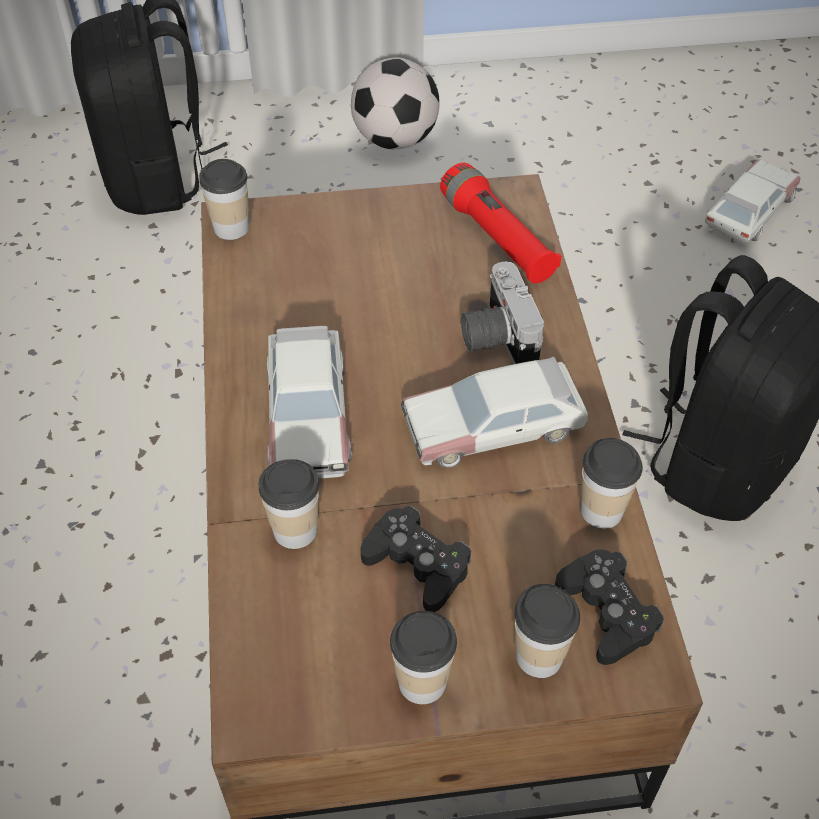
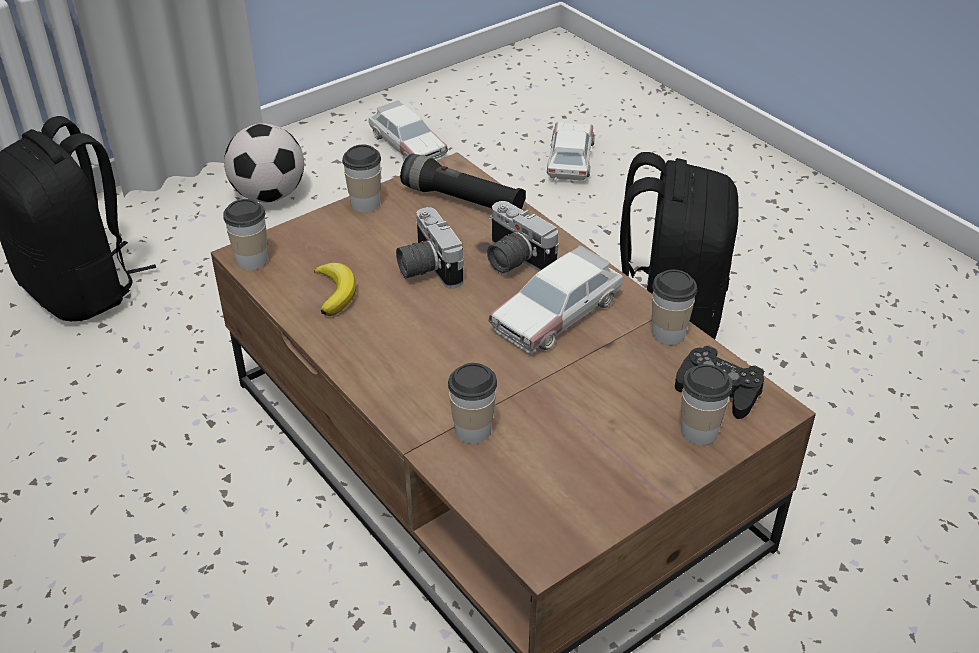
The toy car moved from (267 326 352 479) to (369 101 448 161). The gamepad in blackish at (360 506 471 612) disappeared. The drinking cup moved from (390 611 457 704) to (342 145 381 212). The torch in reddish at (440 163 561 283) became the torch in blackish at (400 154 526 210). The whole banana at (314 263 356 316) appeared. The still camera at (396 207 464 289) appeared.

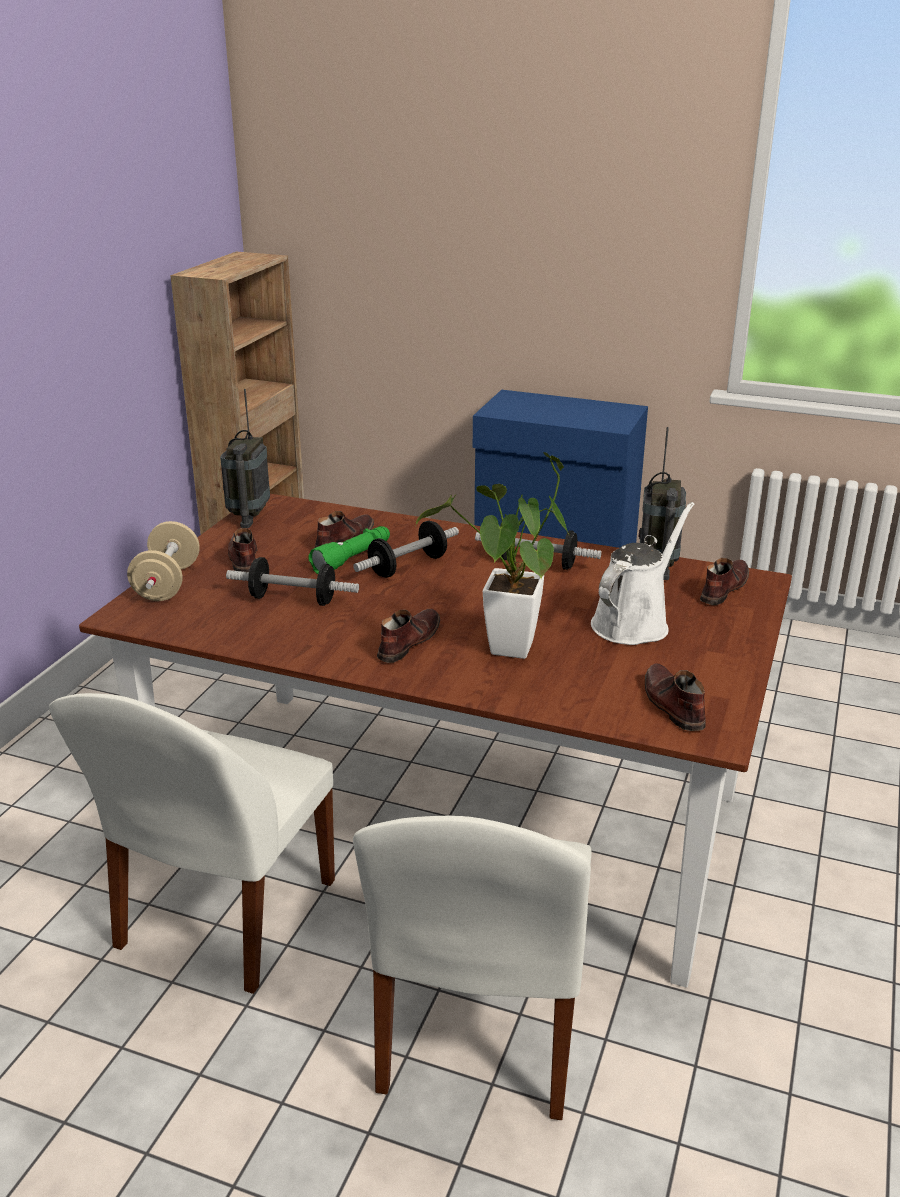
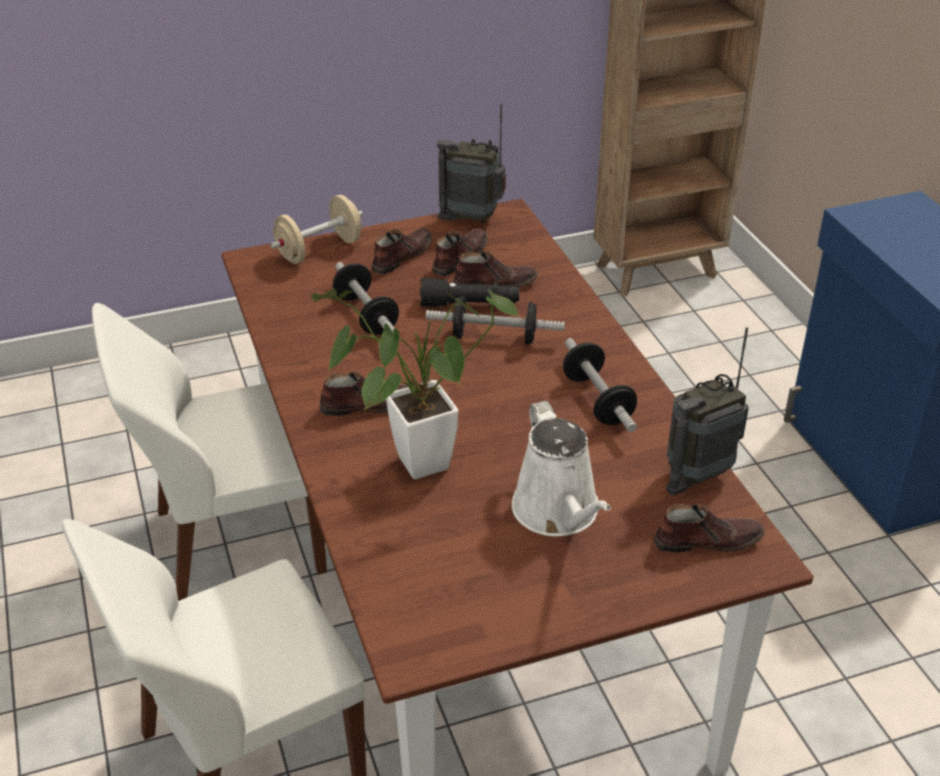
The radio receiver at (220 389 270 528) turned 45 degrees clockwise. The torch in green-coloured at (308 526 390 574) became the torch in blackish at (420 278 519 307). The watering can in white at (591 502 694 645) turned 75 degrees clockwise. The low shoe in brown-coloured moved from (645 664 706 731) to (432 228 488 276).

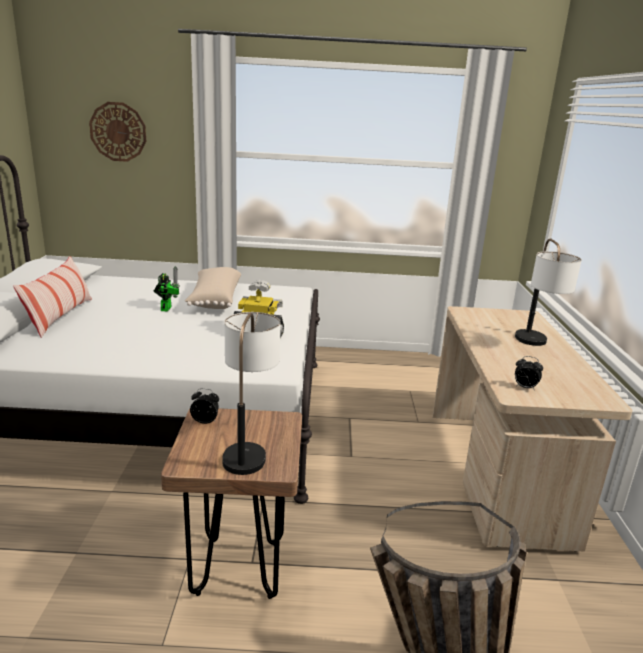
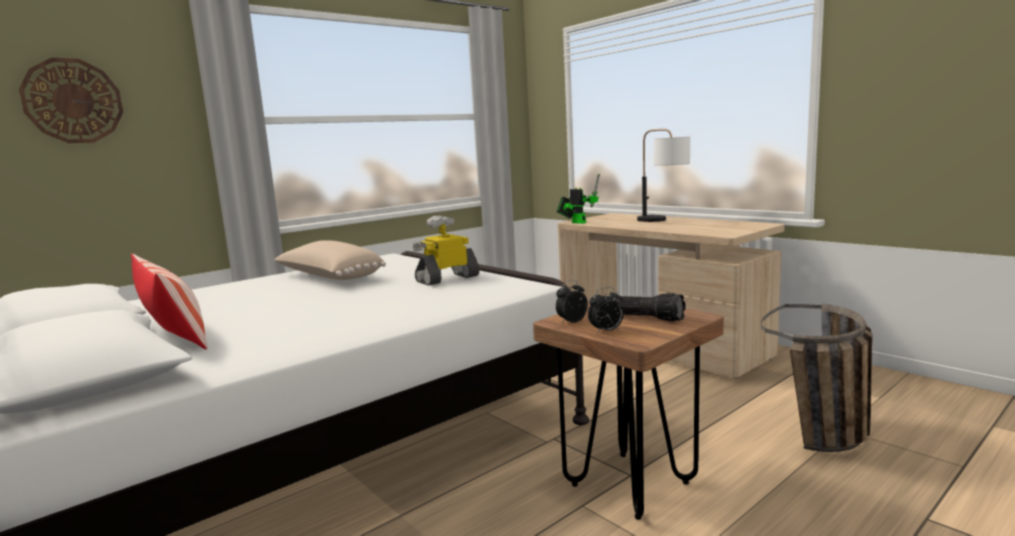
The robot figure moved from (154 266 180 312) to (557 174 600 224). The tabletop lamp at (222 312 281 475) was replaced by the torch at (608 293 686 322). The bedside clock moved from (515 356 543 389) to (588 287 623 333).

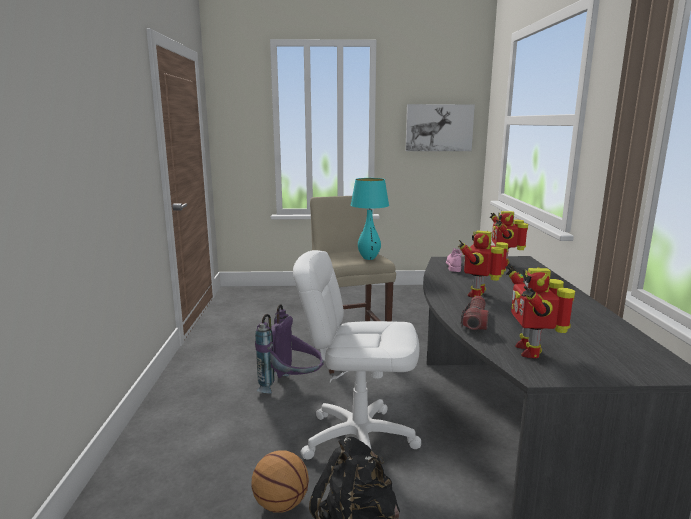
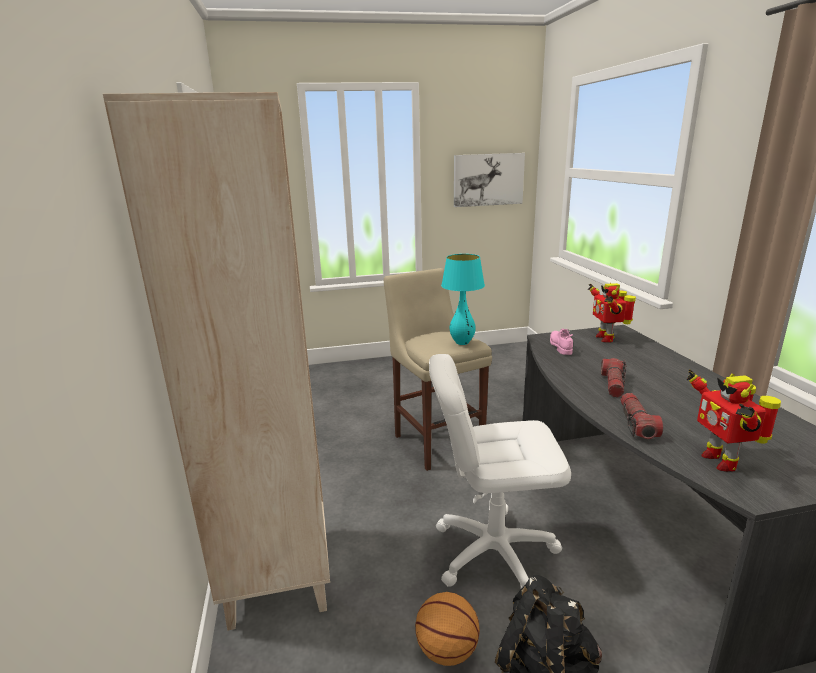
The knapsack in purple-coloured at (255 304 324 394) disappeared. The robot figure at (458 230 508 298) was replaced by the torch at (601 358 626 397). The shelving unit in sand-coloured at (103 92 330 631) appeared.

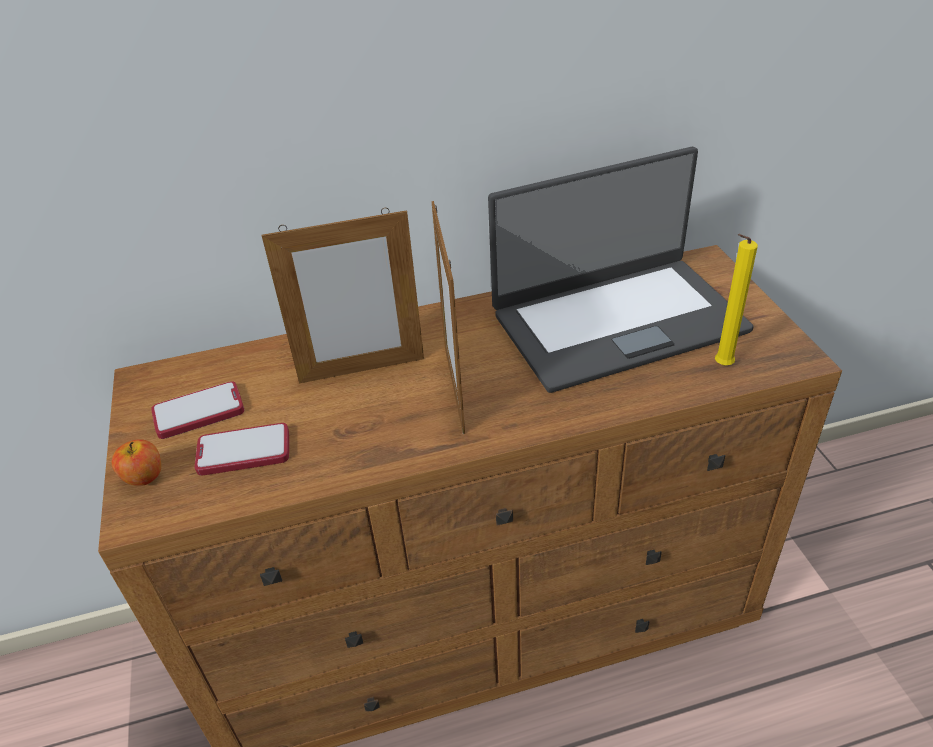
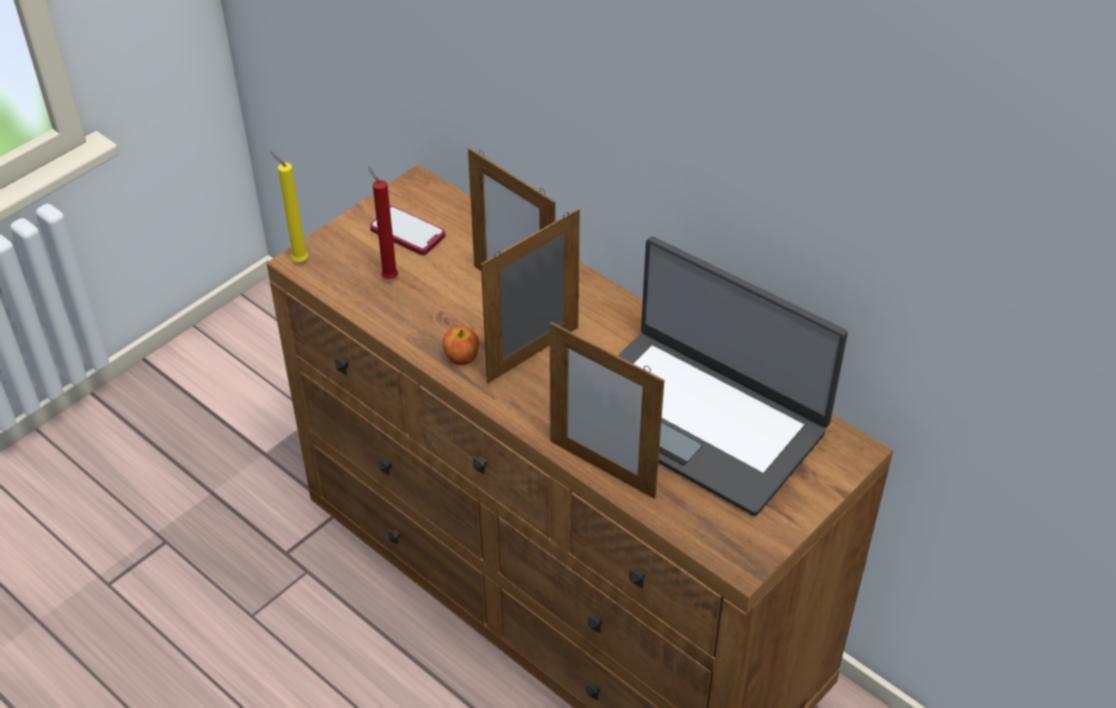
The apple moved from (112 439 161 486) to (443 326 479 365). The telephone at (195 423 289 476) was replaced by the wax candle in reddish at (368 166 398 279). The wax candle in yellow moved from (715 234 758 366) to (270 151 308 262). The standing frame at (550 322 664 499) appeared.

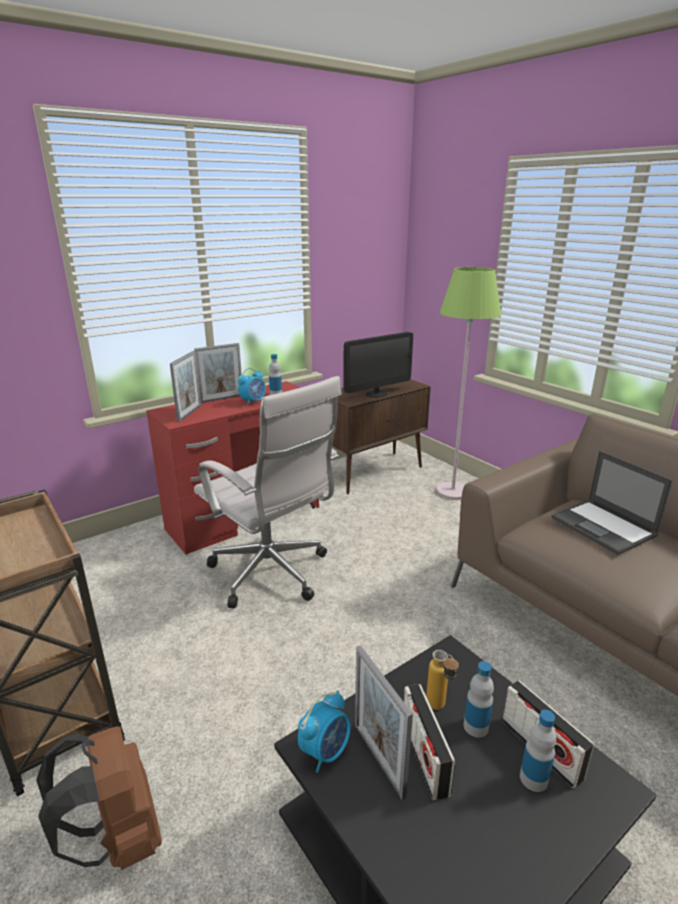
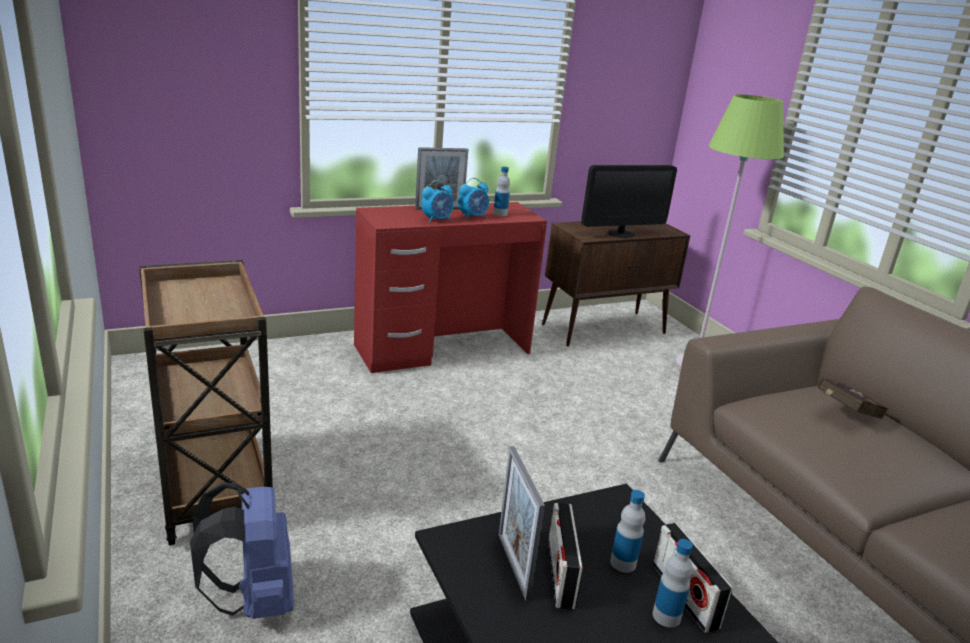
The knapsack in brown-coloured at (36 726 162 870) became the knapsack in blue-coloured at (190 483 294 619). The standing frame at (170 351 201 422) disappeared. The computer chair in white at (194 376 342 608) disappeared. The bedside clock moved from (298 690 351 773) to (421 180 453 223). The bottle at (426 650 459 710) disappeared. The portable computer at (551 451 673 555) was replaced by the bound book in reddish at (818 378 888 419).

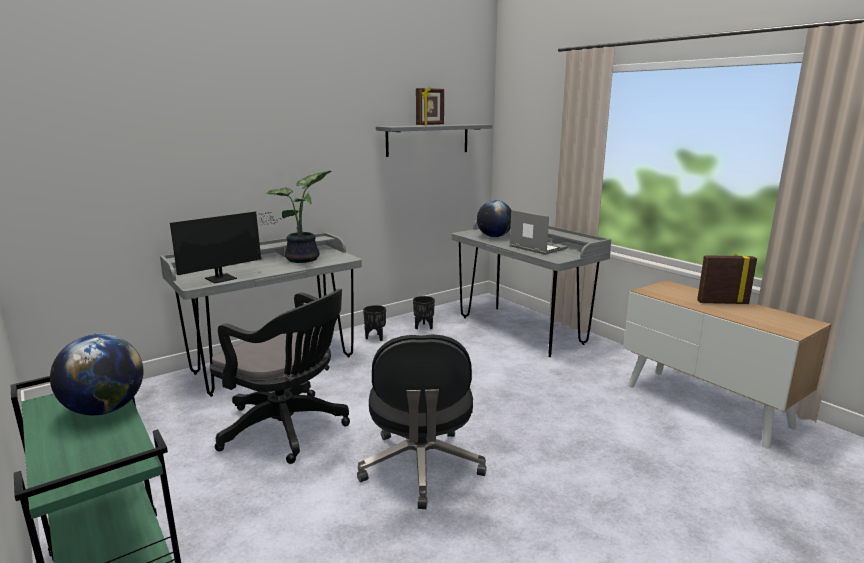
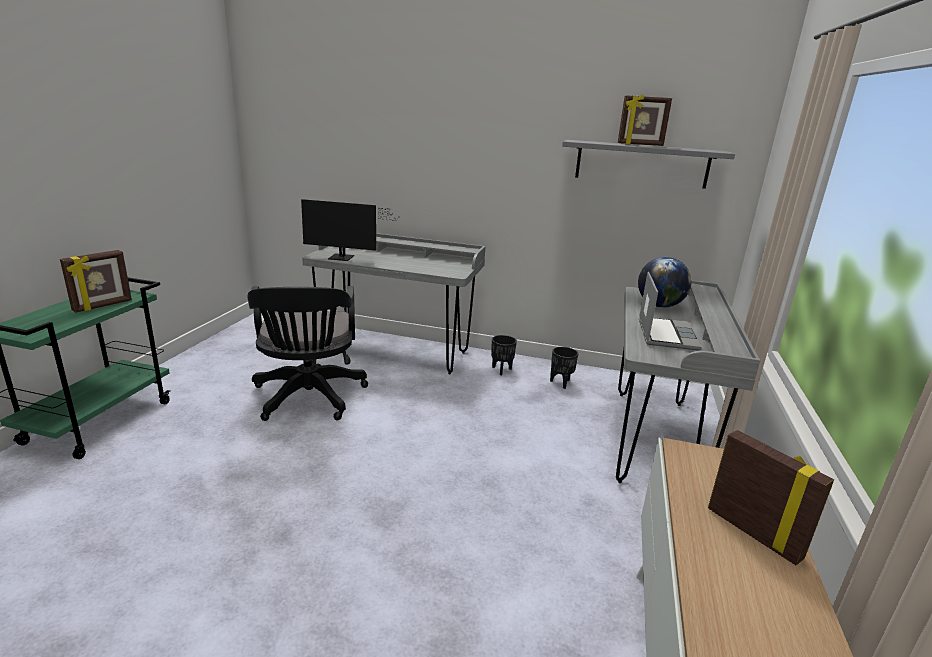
The globe at (50 334 143 415) was replaced by the standing frame at (60 250 132 313). The houseplant at (265 171 332 263) disappeared. The computer chair in blackish at (357 334 486 509) disappeared.

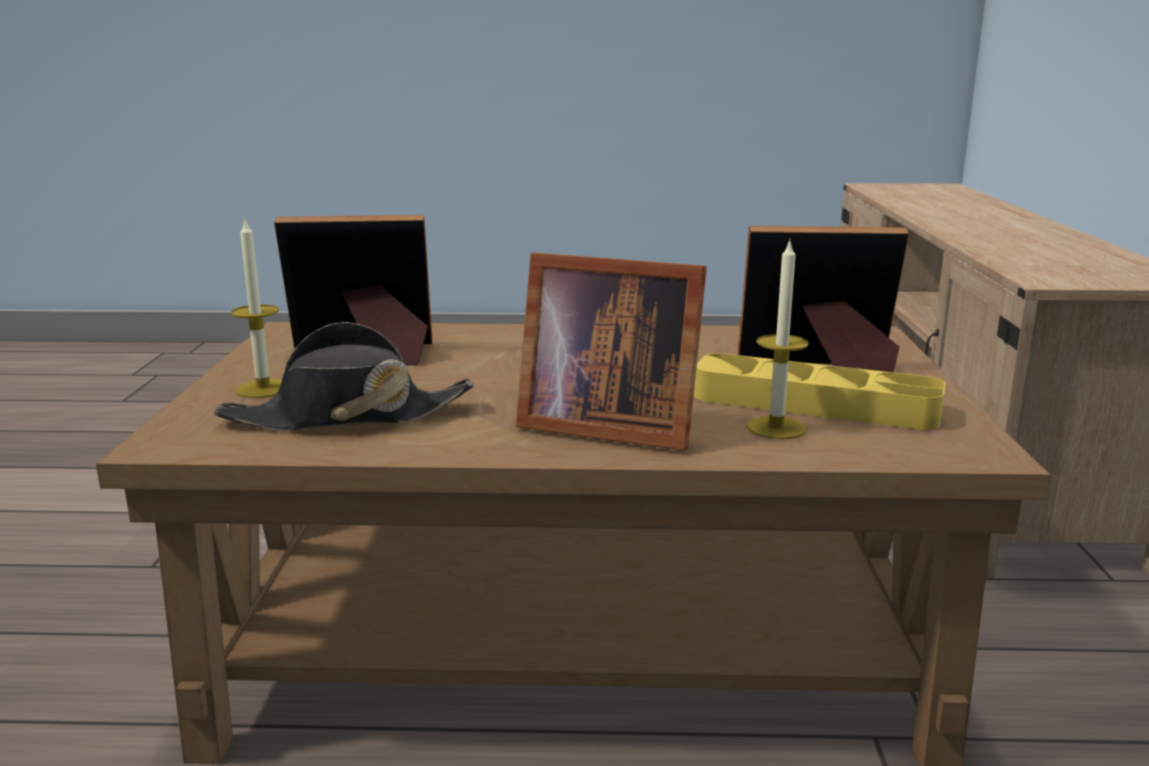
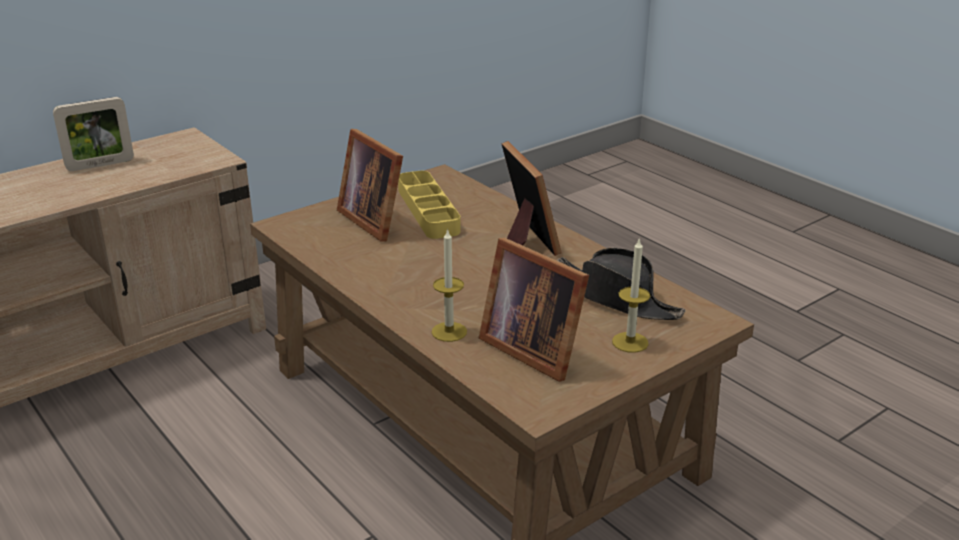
The wax candle moved from (746 238 809 439) to (432 228 467 342). The standing frame at (53 97 134 171) appeared.

